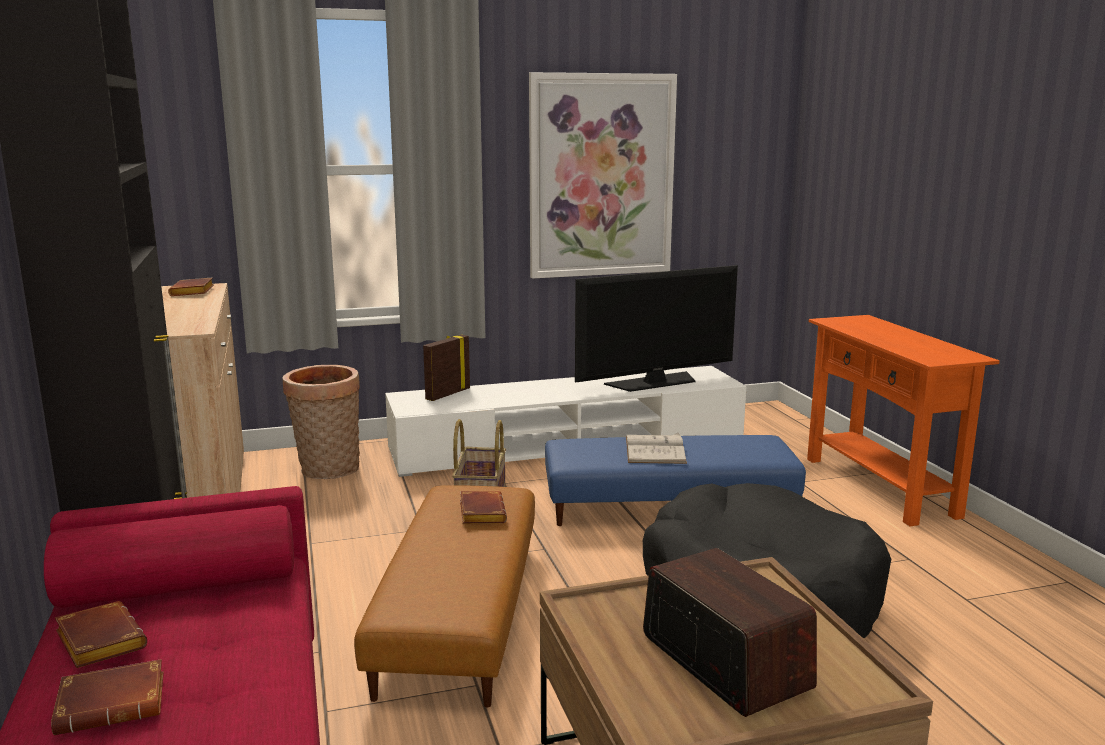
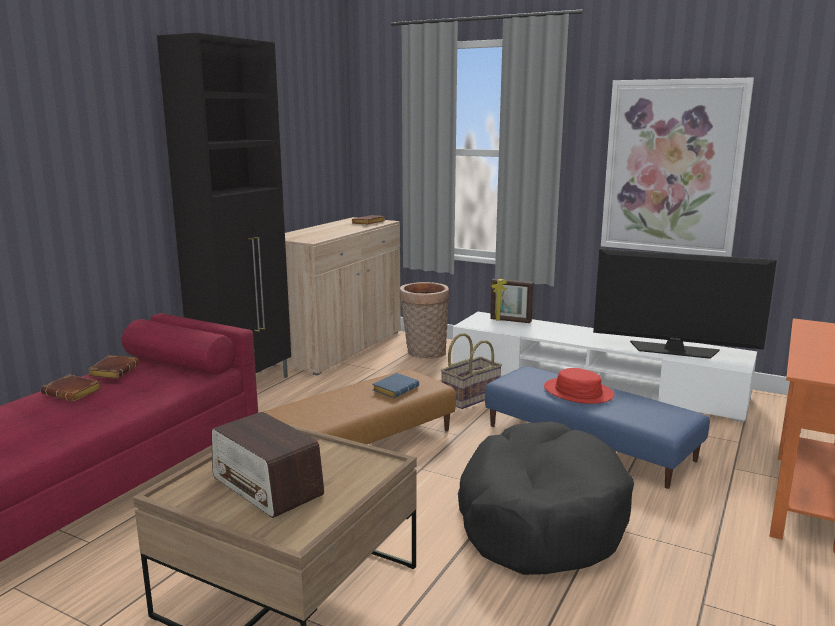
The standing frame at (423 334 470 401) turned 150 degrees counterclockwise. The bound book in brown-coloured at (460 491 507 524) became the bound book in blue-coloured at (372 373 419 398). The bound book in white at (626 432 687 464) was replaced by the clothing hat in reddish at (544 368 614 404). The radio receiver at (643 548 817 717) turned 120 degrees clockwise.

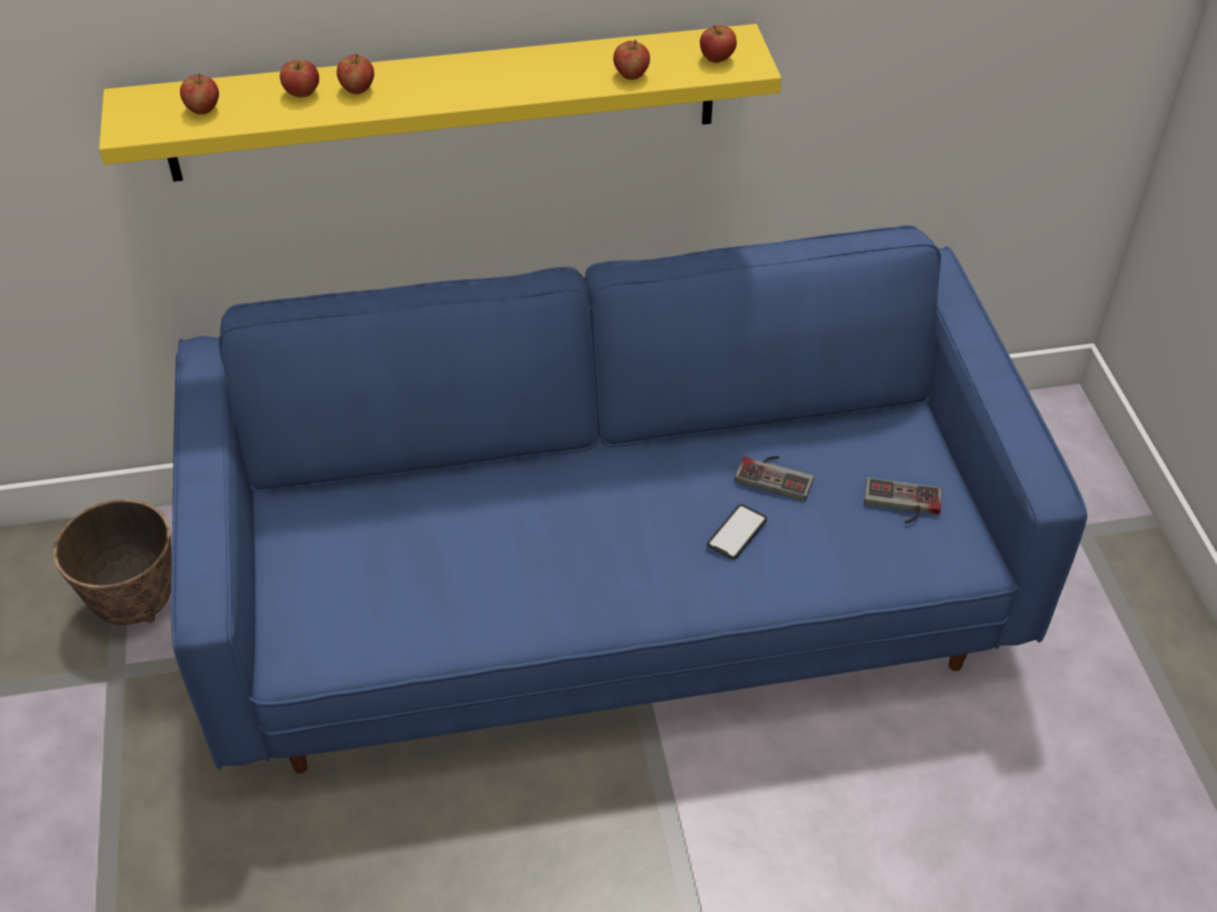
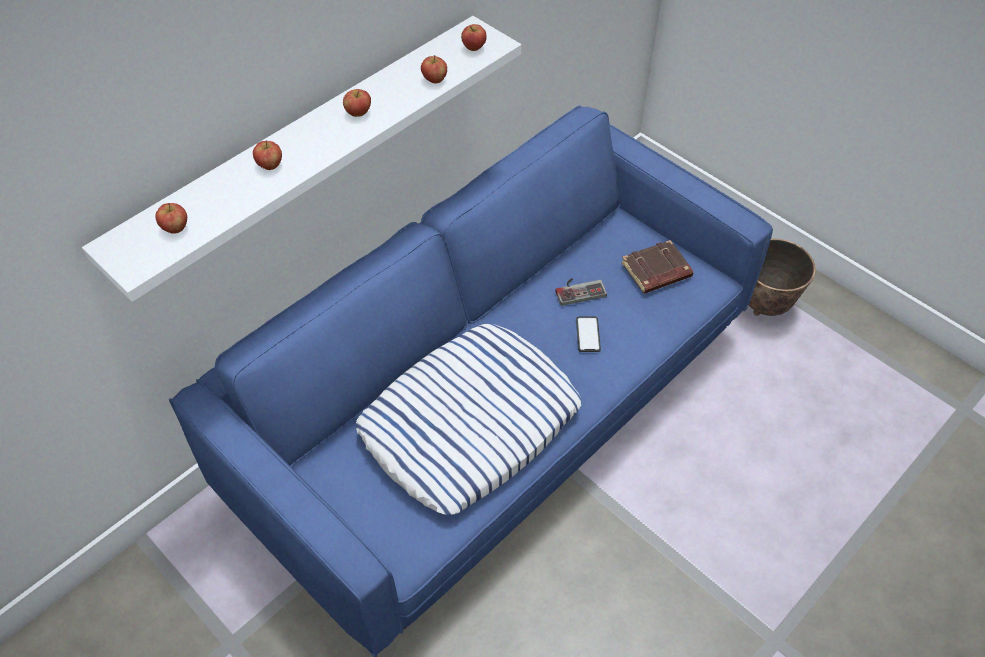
The flower pot moved from (53 499 172 625) to (749 239 816 316). The wall shelf in yellow at (99 24 781 182) became the wall shelf in white at (82 16 521 302). The apple moved from (280 60 319 98) to (343 89 371 117). The gamepad at (864 478 942 524) was replaced by the bound book in brown-coloured at (622 240 694 294). The throw pillow at (356 324 581 515) appeared.

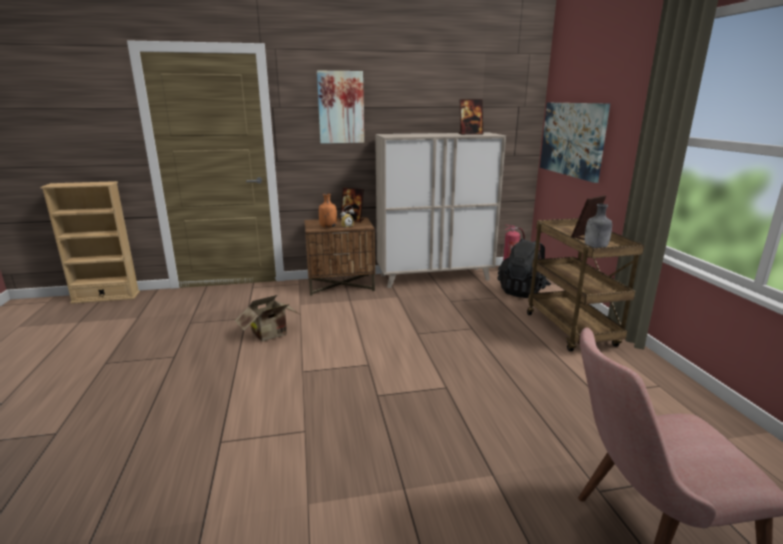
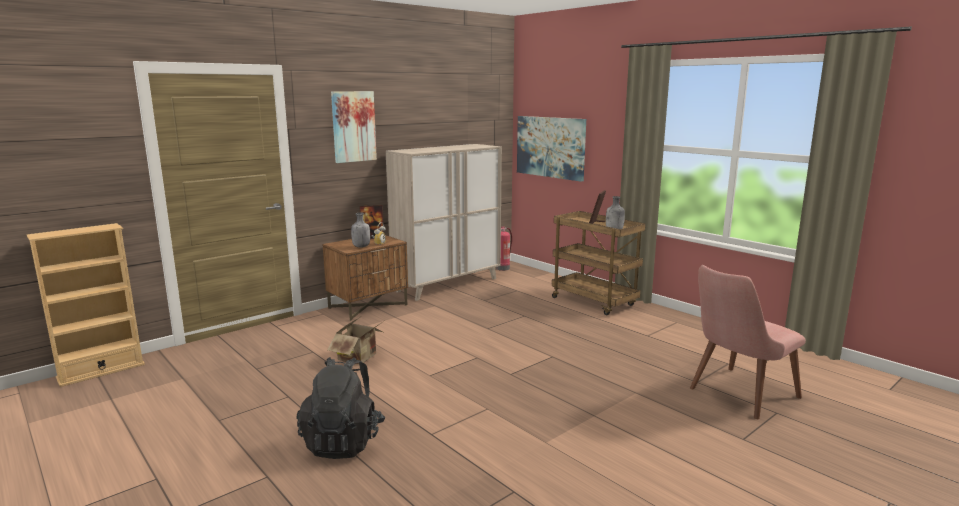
The bottle in orangey at (319 193 337 228) became the bottle in greyish at (351 213 370 248). The standing frame at (459 99 483 135) disappeared. The knapsack in blackish moved from (497 238 551 298) to (297 357 385 459).

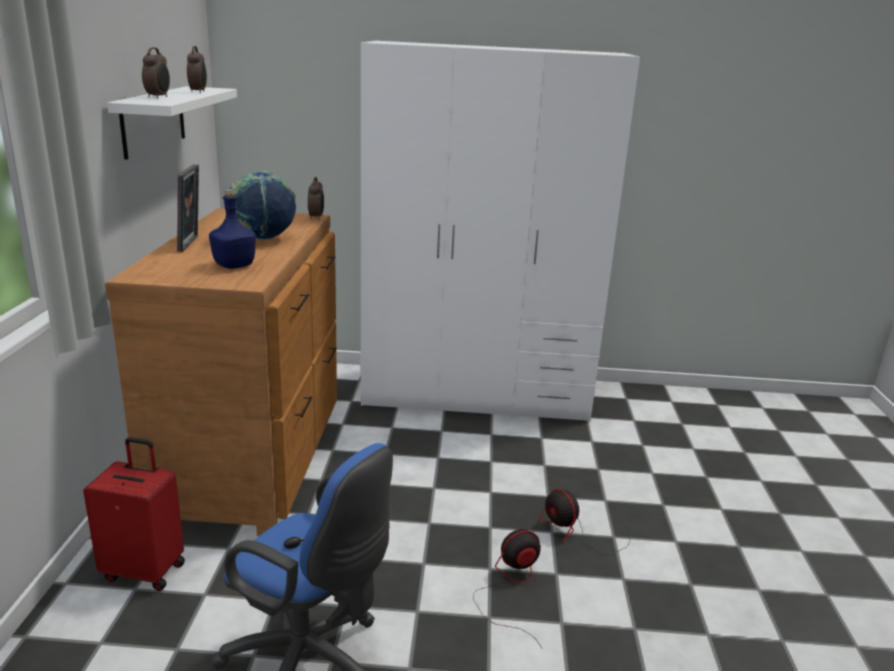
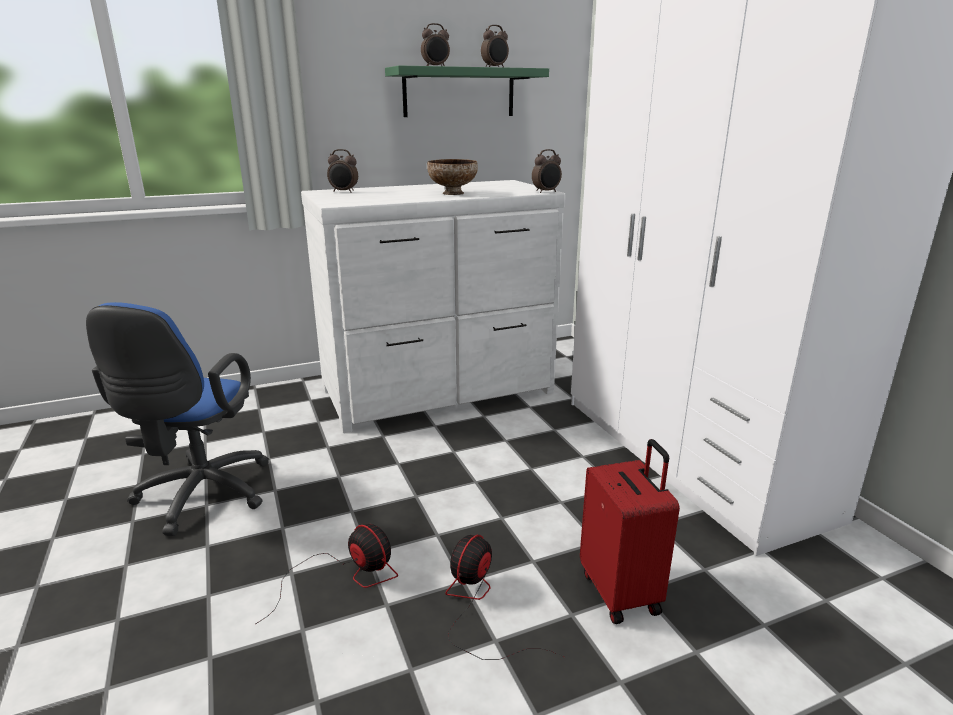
The piece of luggage in reddish moved from (83 437 185 591) to (580 439 680 624). The drawer chest in brown-coloured at (105 208 337 536) became the drawer chest in white at (301 180 566 433). The wall shelf in white at (107 86 237 160) became the wall shelf in green-coloured at (385 65 549 117). The standing frame at (177 164 199 252) disappeared. The bottle in blue-coloured at (209 190 256 269) disappeared. The globe at (229 171 296 241) was replaced by the deep dish at (427 159 478 195). The bedside clock at (327 149 358 193) appeared.

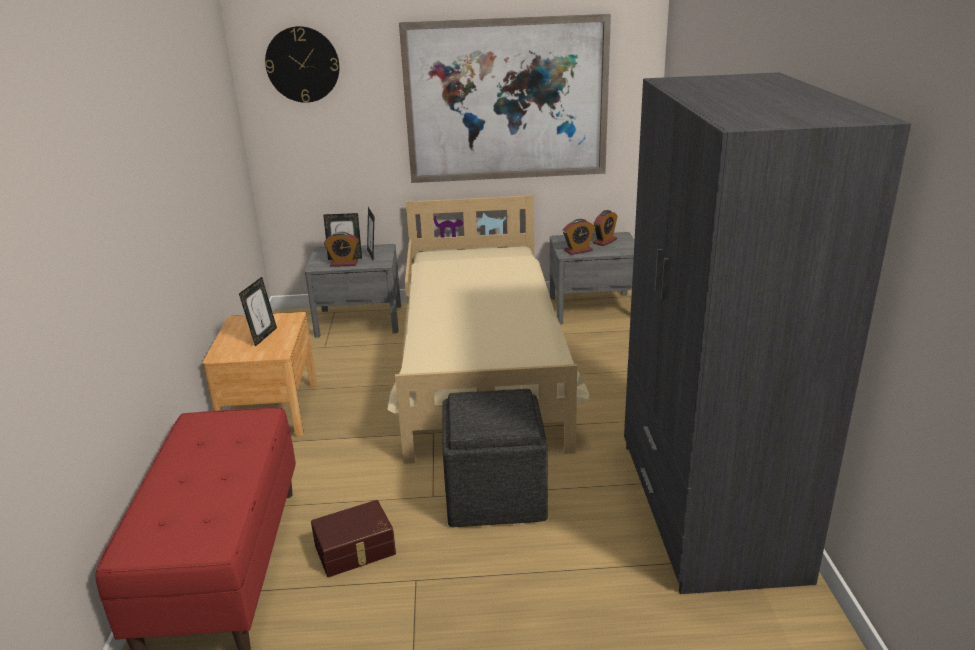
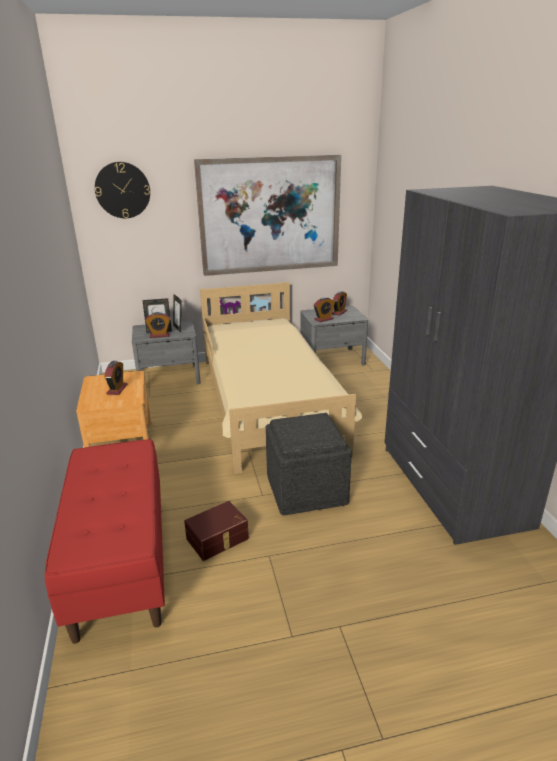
The standing frame at (239 277 277 347) was replaced by the bedside clock at (104 361 127 395).

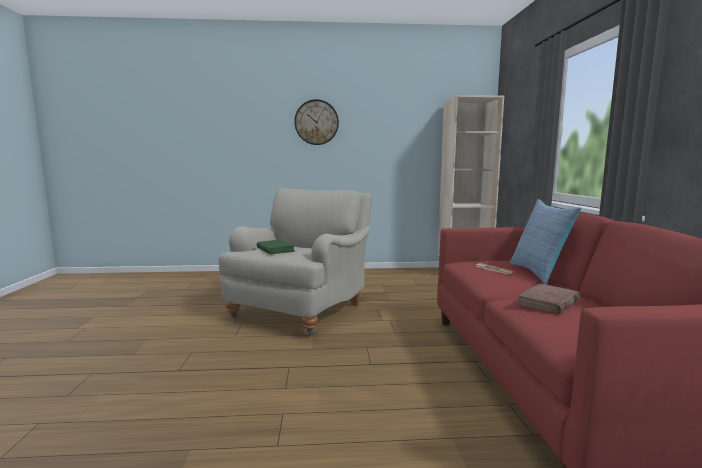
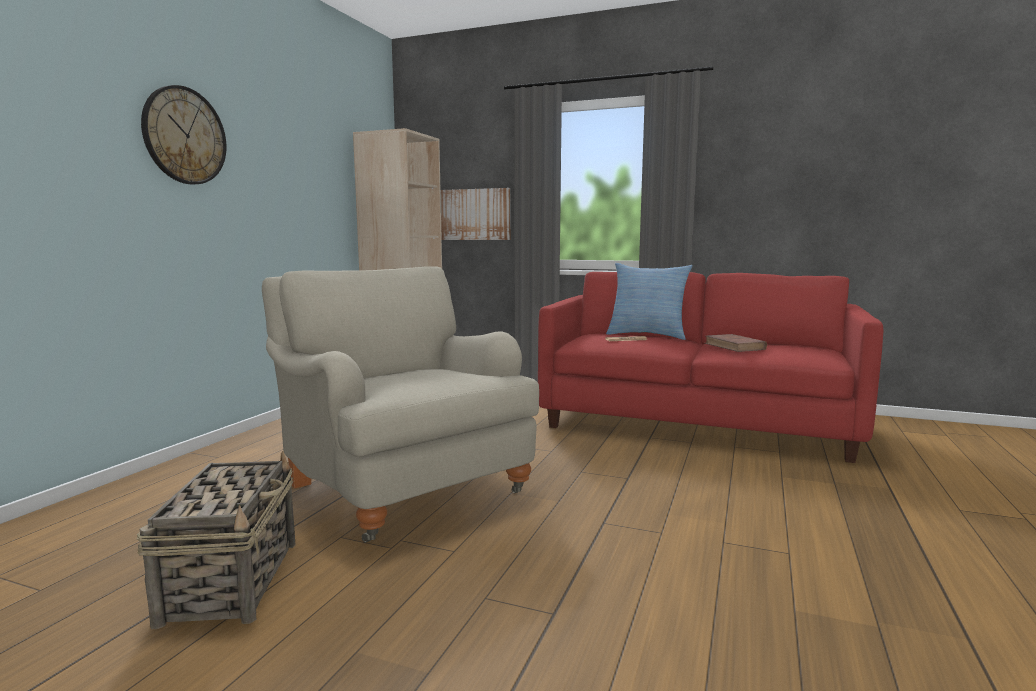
The bound book in green-coloured at (257 240 295 255) disappeared. The storage basket at (136 451 296 629) appeared. The wall picture at (440 188 510 240) appeared.

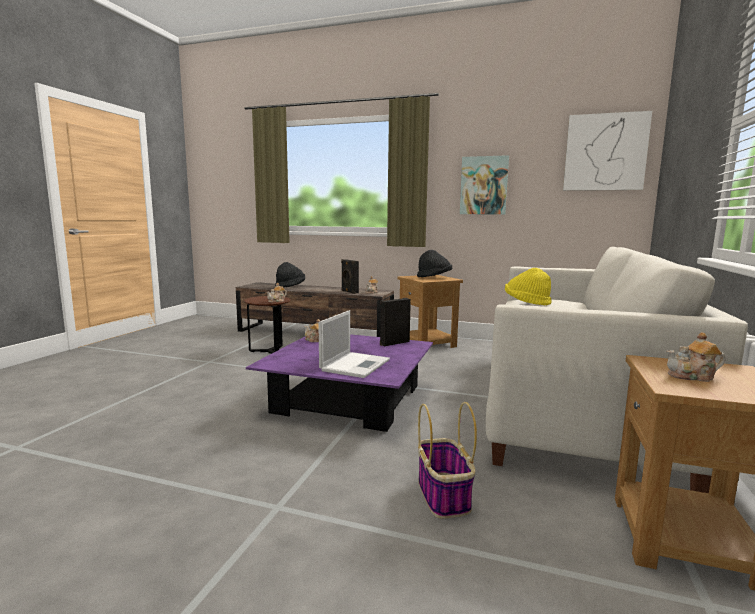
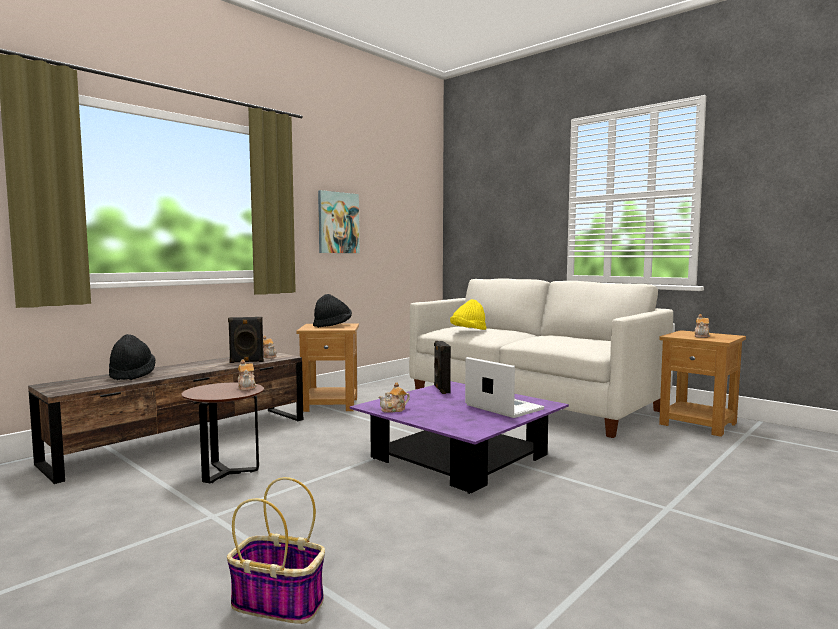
The storage basket moved from (418 402 477 519) to (227 477 325 624). The wall picture at (563 111 652 191) disappeared.

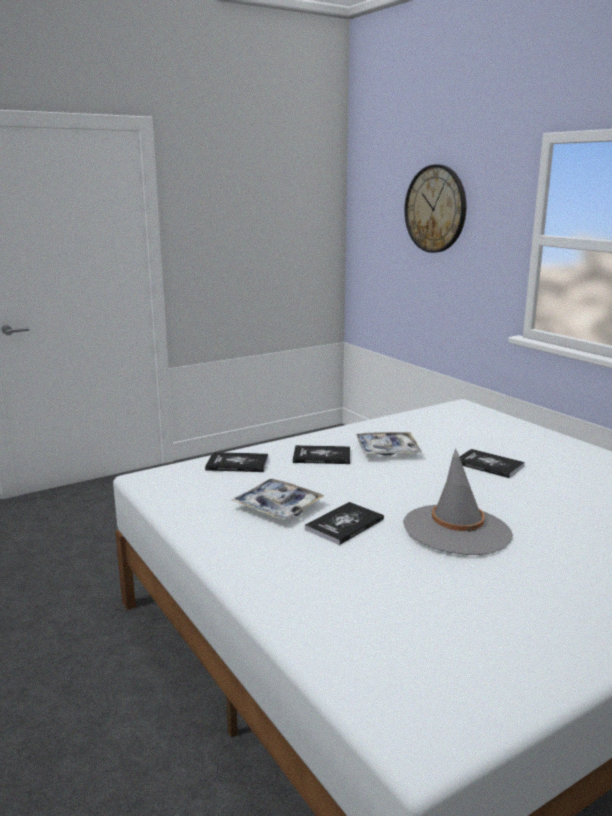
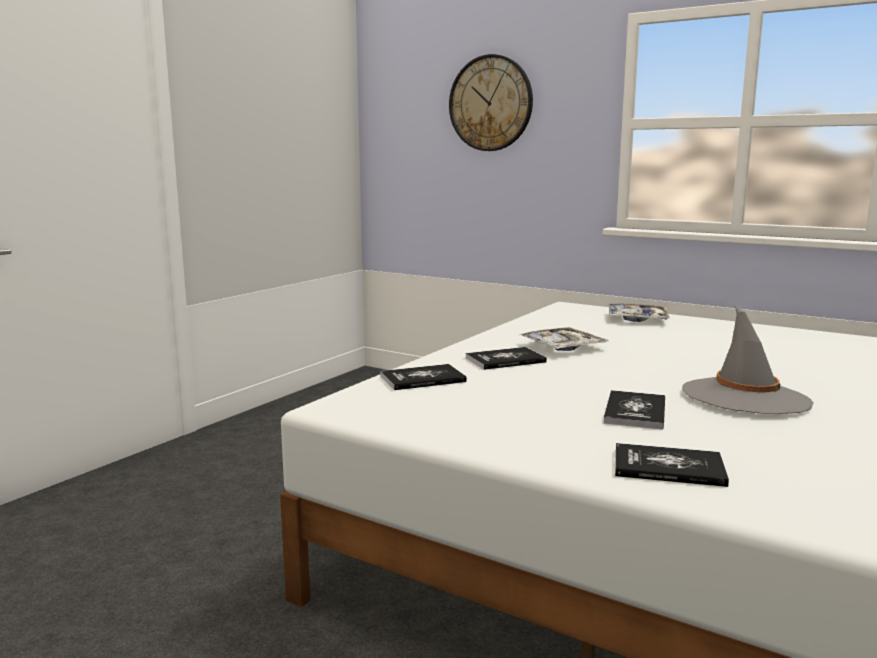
The tray moved from (231 479 325 520) to (609 304 670 322). The bound book moved from (459 449 525 478) to (615 443 729 487).

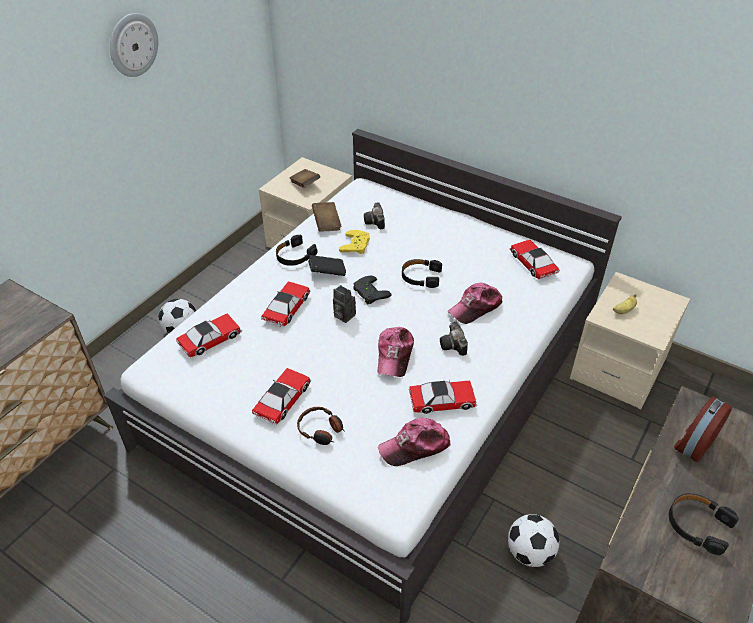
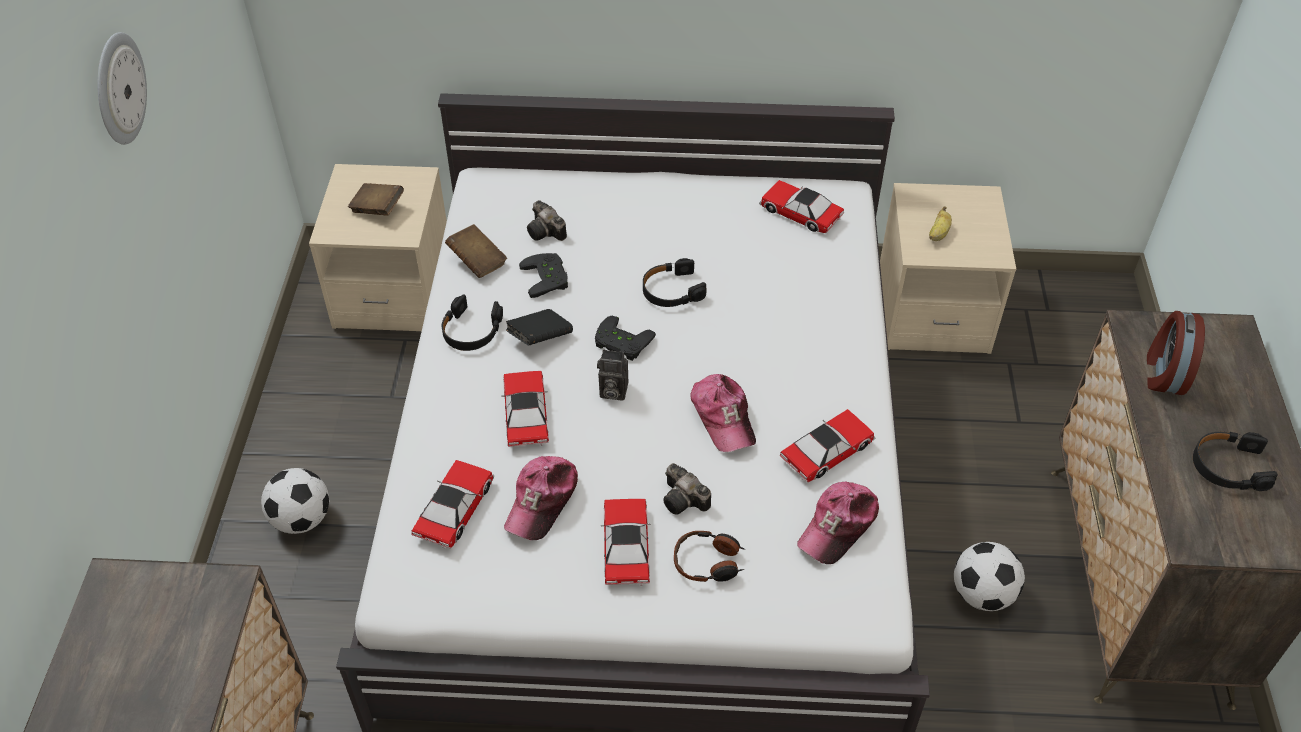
The gamepad in yellow at (339 230 370 254) became the gamepad in blackish at (519 253 568 298). The still camera moved from (440 321 468 356) to (663 463 711 514). The peaked cap moved from (448 283 503 324) to (504 456 578 540).

